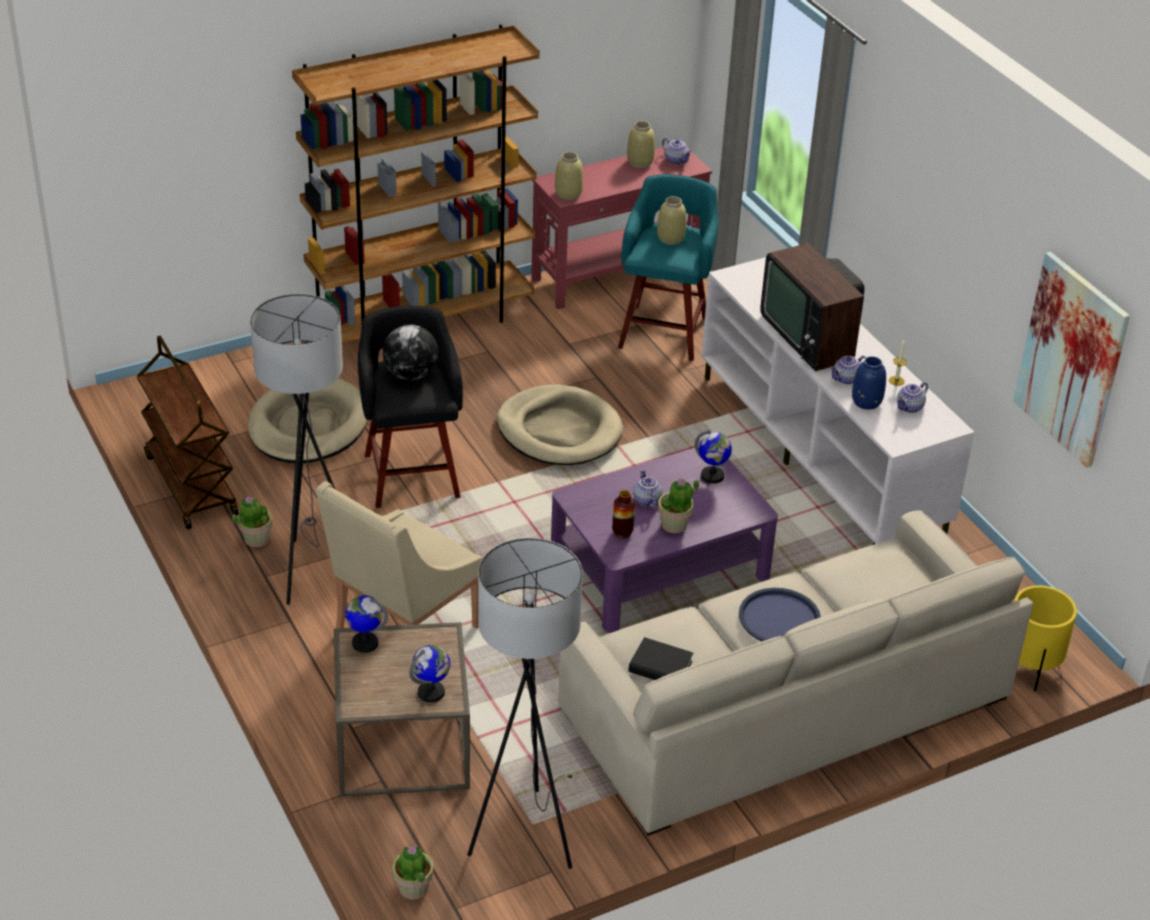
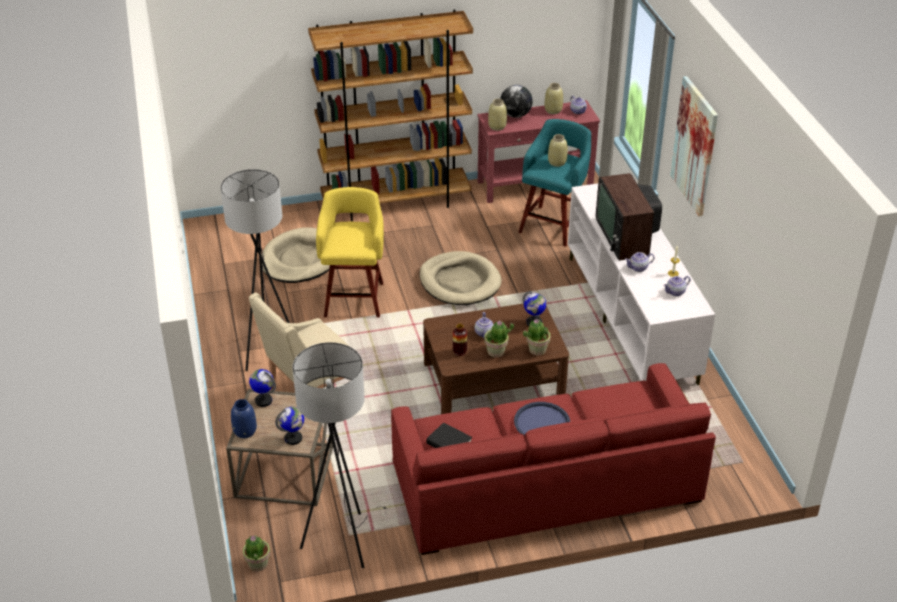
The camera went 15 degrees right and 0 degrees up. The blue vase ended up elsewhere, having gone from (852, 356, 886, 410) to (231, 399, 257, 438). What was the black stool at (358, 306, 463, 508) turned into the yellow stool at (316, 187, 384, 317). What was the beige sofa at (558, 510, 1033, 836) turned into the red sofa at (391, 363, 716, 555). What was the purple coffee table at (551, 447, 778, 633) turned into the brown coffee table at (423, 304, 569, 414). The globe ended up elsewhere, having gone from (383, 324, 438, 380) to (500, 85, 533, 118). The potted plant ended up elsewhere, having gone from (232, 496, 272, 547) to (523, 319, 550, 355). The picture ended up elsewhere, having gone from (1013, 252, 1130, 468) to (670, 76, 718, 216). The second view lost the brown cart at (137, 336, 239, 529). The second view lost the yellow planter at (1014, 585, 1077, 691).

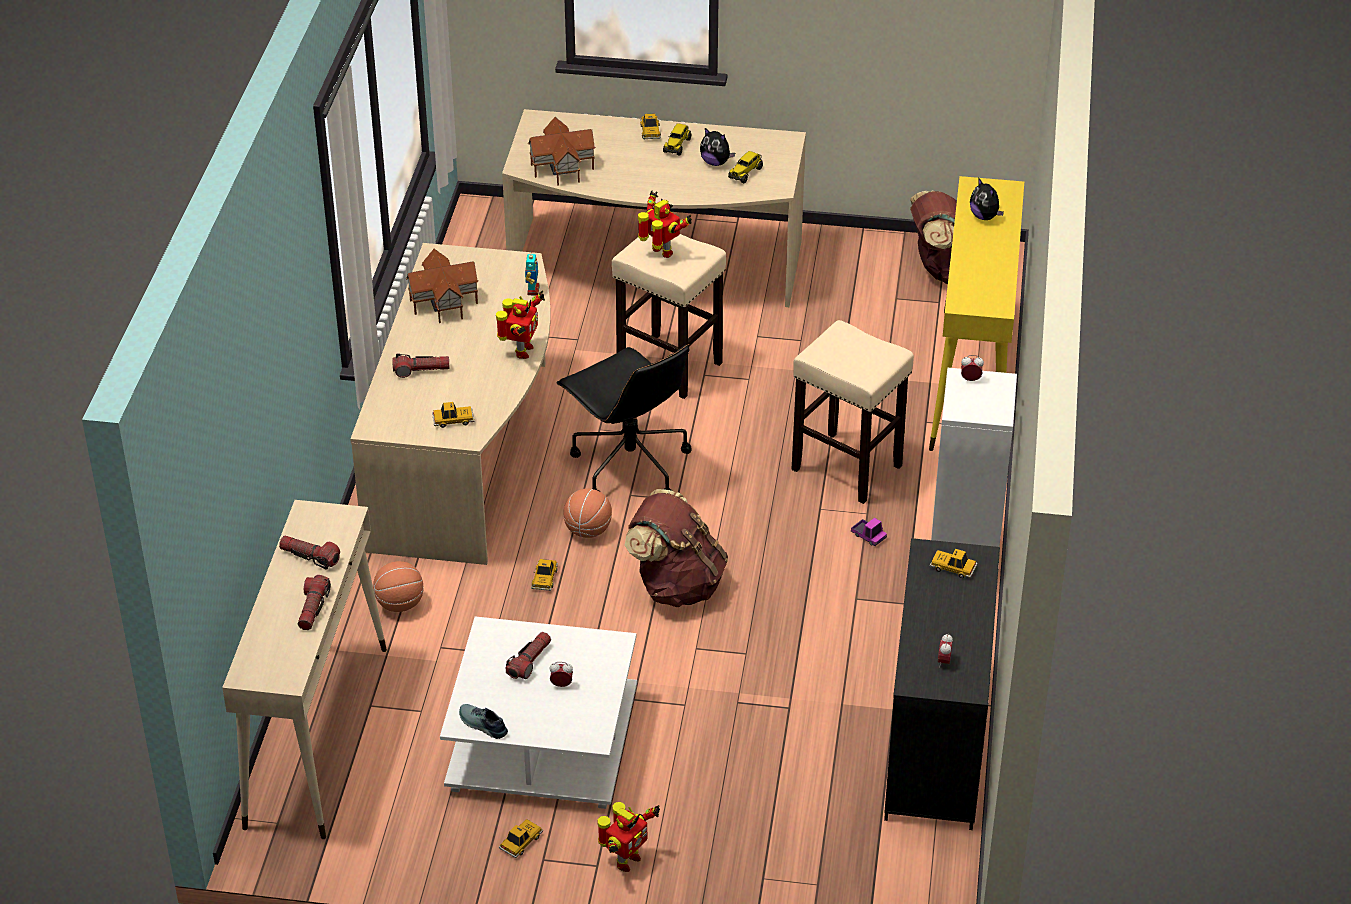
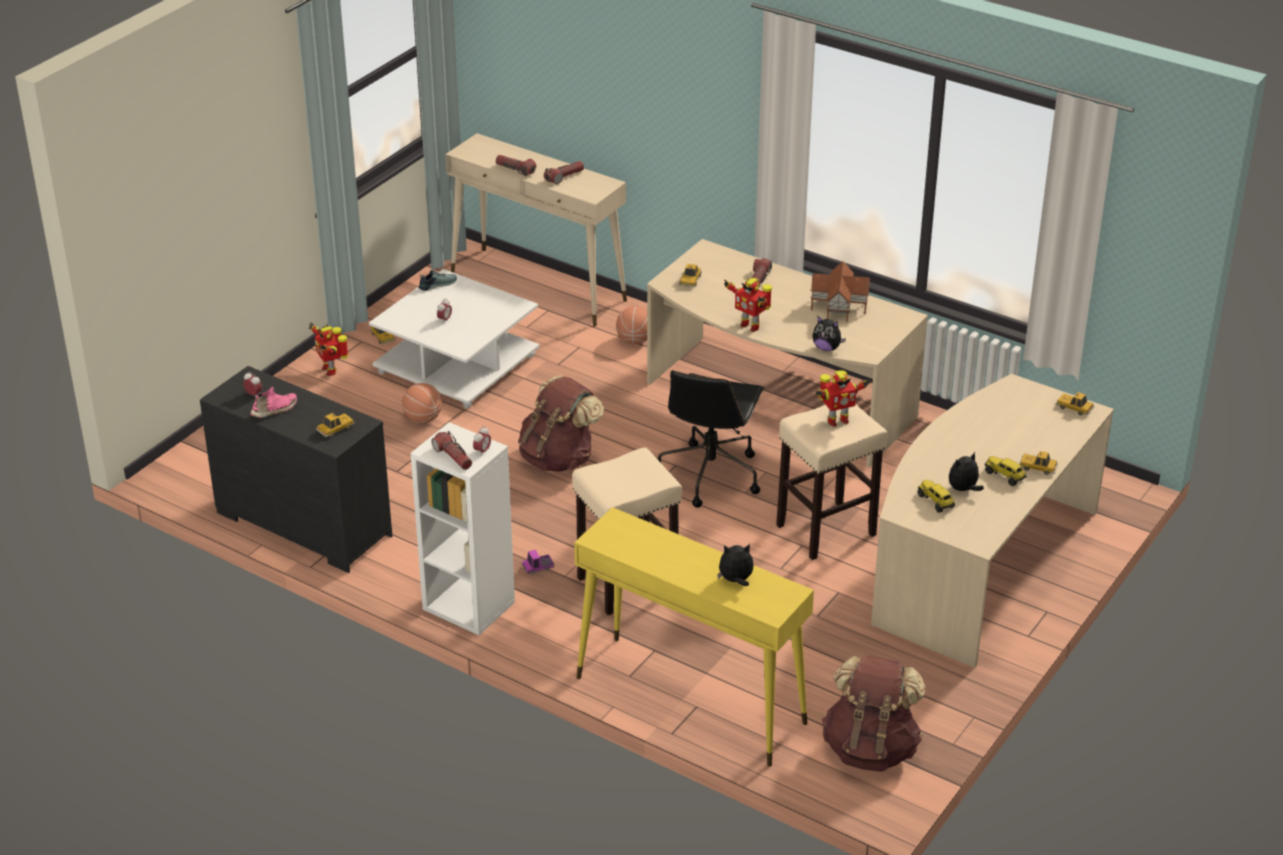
The camera went 115 degrees right and 5 degrees down. The second view gained the pink shoe at (250, 386, 297, 418). The basketball ended up elsewhere, having gone from (563, 489, 612, 538) to (402, 383, 442, 423). The flashlight ended up elsewhere, having gone from (506, 632, 551, 679) to (432, 431, 472, 470). The black office chair at (557, 344, 692, 491) ended up facing another way, 60 degrees counterclockwise from before. Where the toy robot stood at (525, 252, 540, 296), the plush toy came to stand at (812, 316, 846, 351). The toy car ended up elsewhere, having gone from (531, 559, 558, 591) to (1056, 392, 1095, 416). The second view lost the toy house at (528, 117, 596, 186).

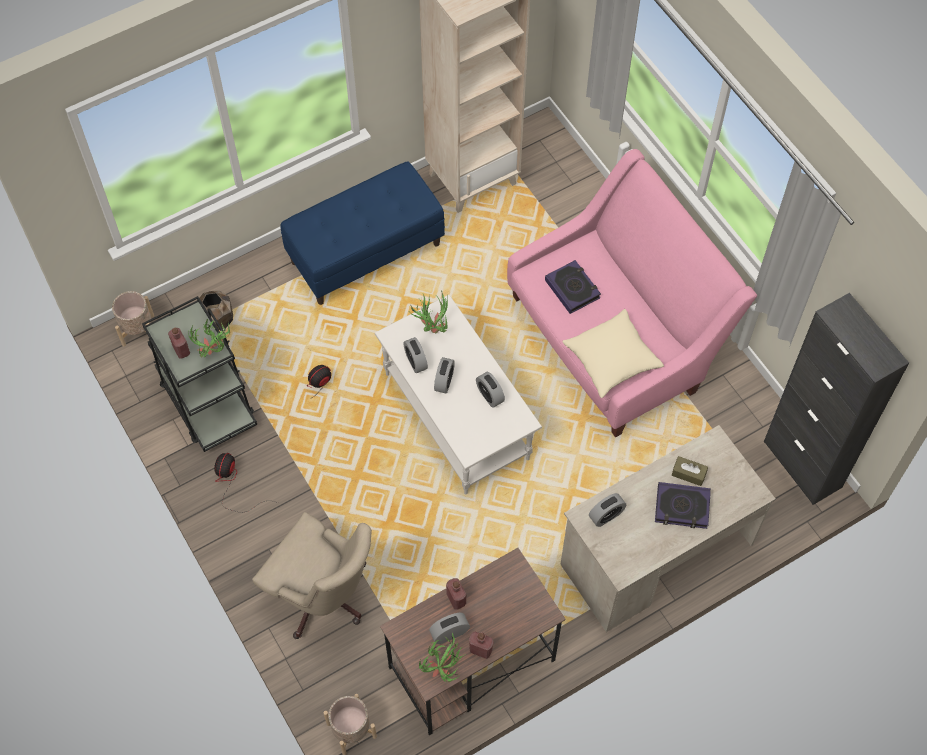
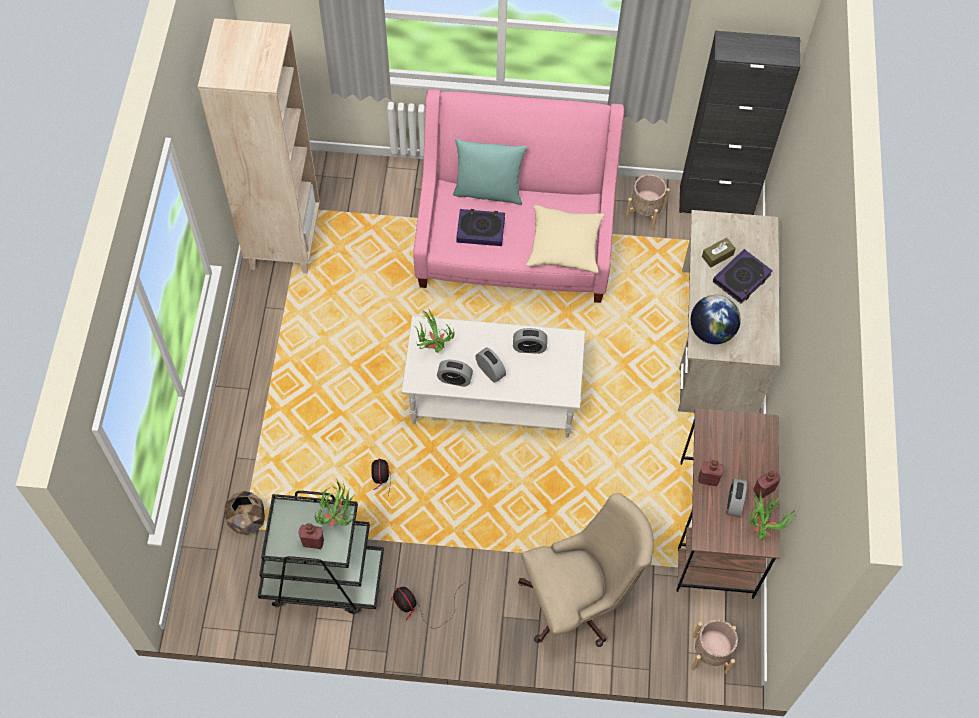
The camera went 55 degrees left and 0 degrees up. The second view gained the turquoise pillow at (453, 139, 527, 205). The beige planter ended up elsewhere, having gone from (112, 291, 154, 347) to (625, 174, 670, 231). Where the alarm clock stood at (589, 493, 626, 527), the globe came to stand at (691, 295, 741, 344). The second view lost the blue bench at (280, 161, 445, 305).

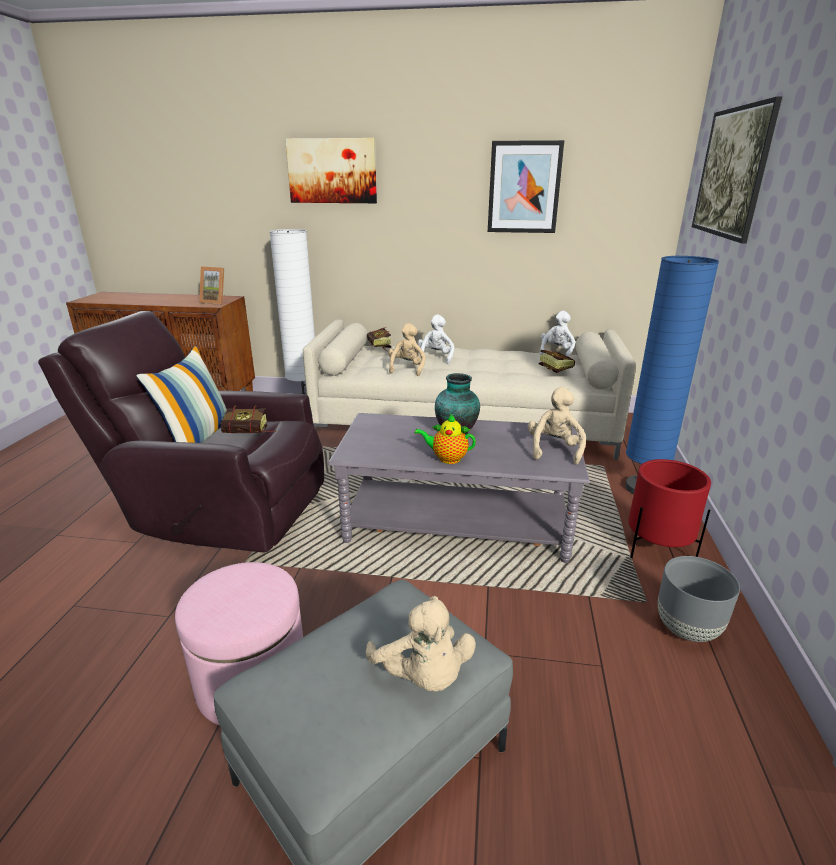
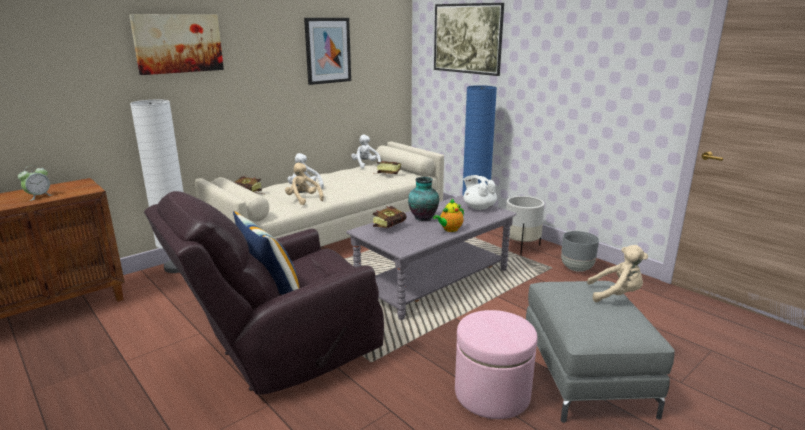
The camera went 50 degrees left and 5 degrees down. The second view gained the alarm clock at (18, 165, 52, 201). The book ended up elsewhere, having gone from (220, 406, 277, 433) to (373, 206, 406, 228). Where the beige plush toy stood at (528, 387, 586, 465), the white teapot came to stand at (463, 175, 497, 210). What was the red planter at (628, 459, 711, 559) turned into the white planter at (506, 196, 545, 256). The second view lost the picture frame at (199, 267, 224, 305).

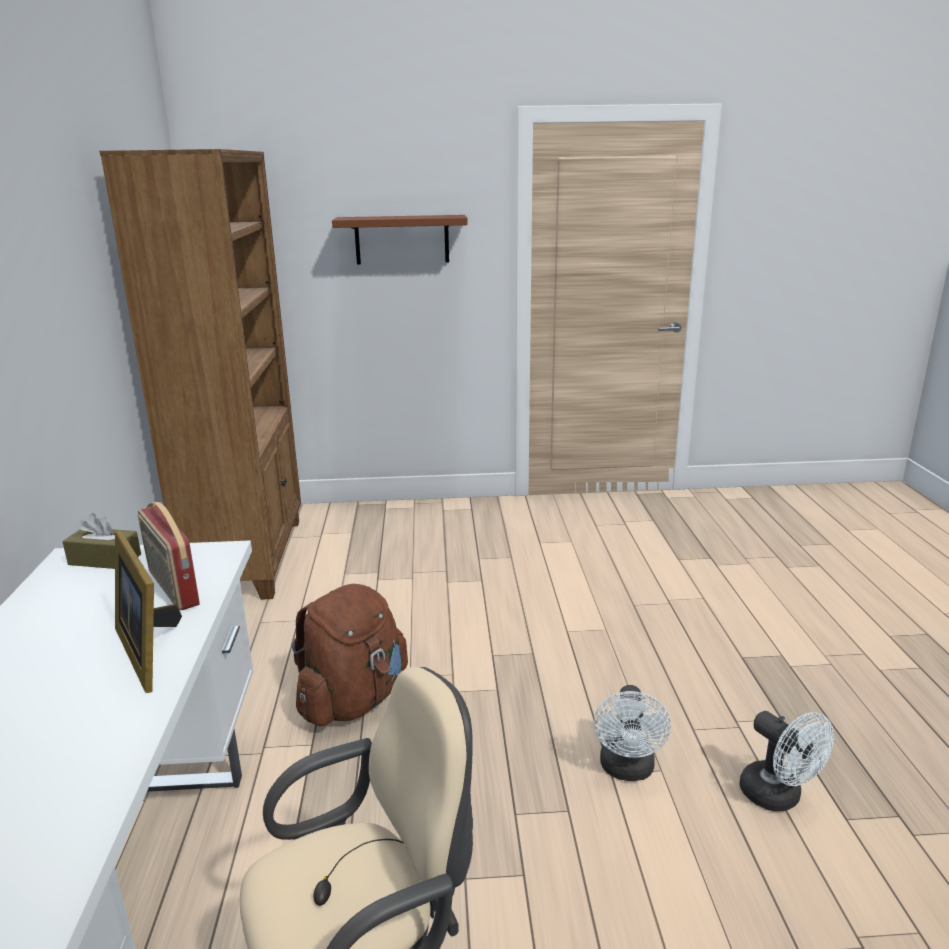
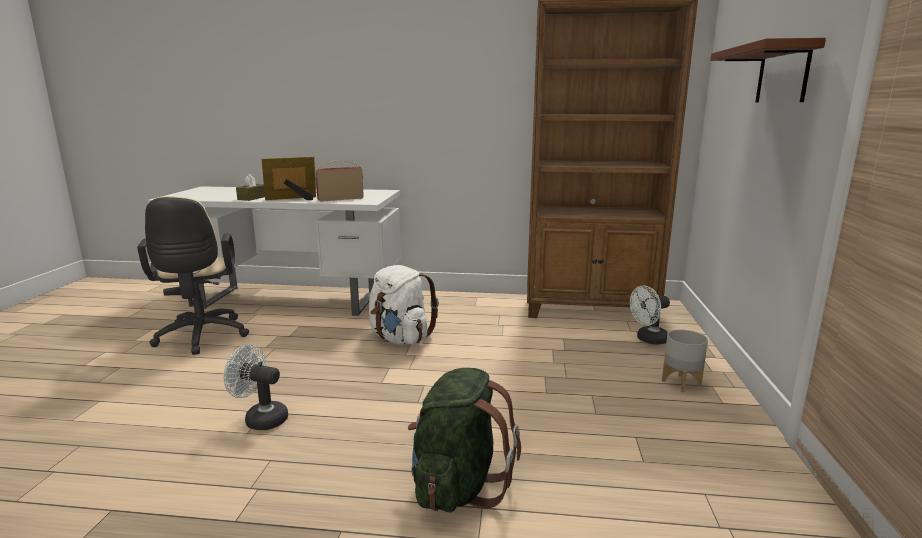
The camera went 100 degrees right and 5 degrees down. The brown tissue box ended up elsewhere, having gone from (62, 513, 141, 569) to (236, 174, 265, 201). What was the brown backpack at (292, 584, 408, 726) turned into the white backpack at (369, 265, 439, 345). The second view gained the green backpack at (408, 368, 521, 512). The white fan ended up elsewhere, having gone from (739, 711, 834, 811) to (630, 285, 670, 345). The second view gained the grey planter at (662, 329, 708, 393).

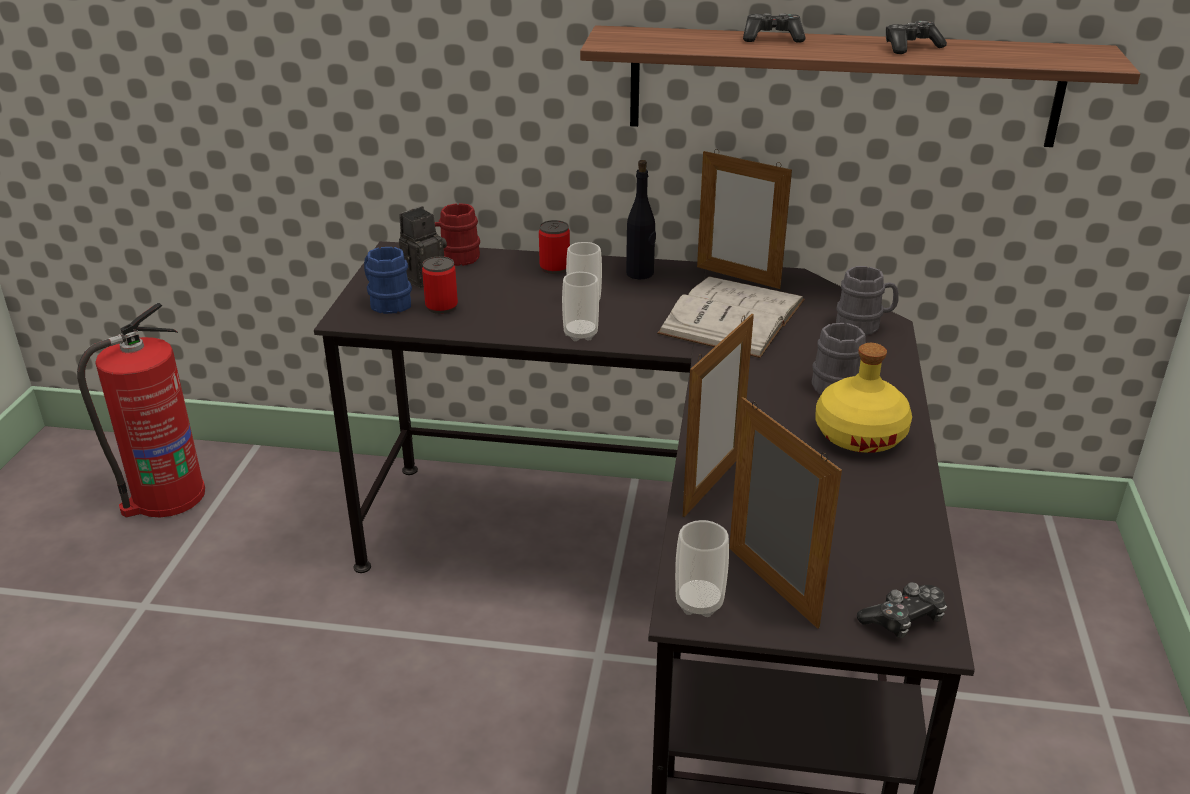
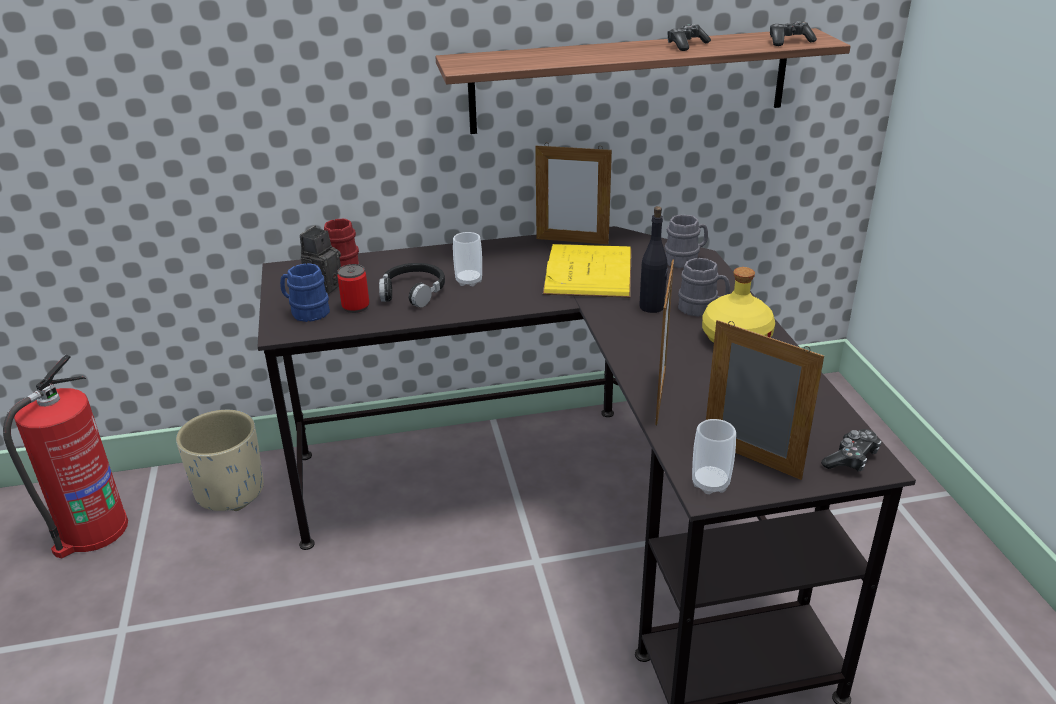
The camera went 20 degrees left and 0 degrees up. The second view gained the beige planter at (176, 410, 264, 511). The second view gained the black headphones at (379, 263, 445, 308). What was the white book at (657, 276, 805, 358) turned into the yellow book at (543, 244, 632, 298). The black bottle ended up elsewhere, having gone from (626, 160, 656, 279) to (639, 206, 668, 313). The game controller ended up elsewhere, having gone from (743, 13, 806, 42) to (770, 21, 817, 46). The second view lost the can at (539, 220, 570, 274). The second view lost the cup at (562, 272, 599, 341).

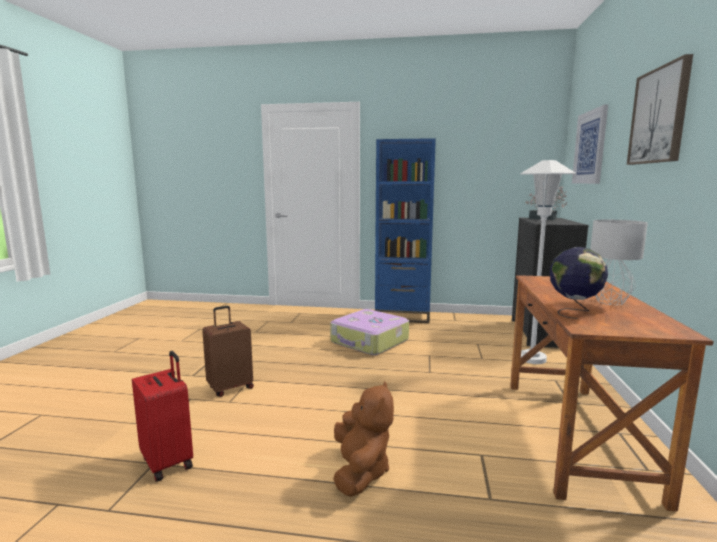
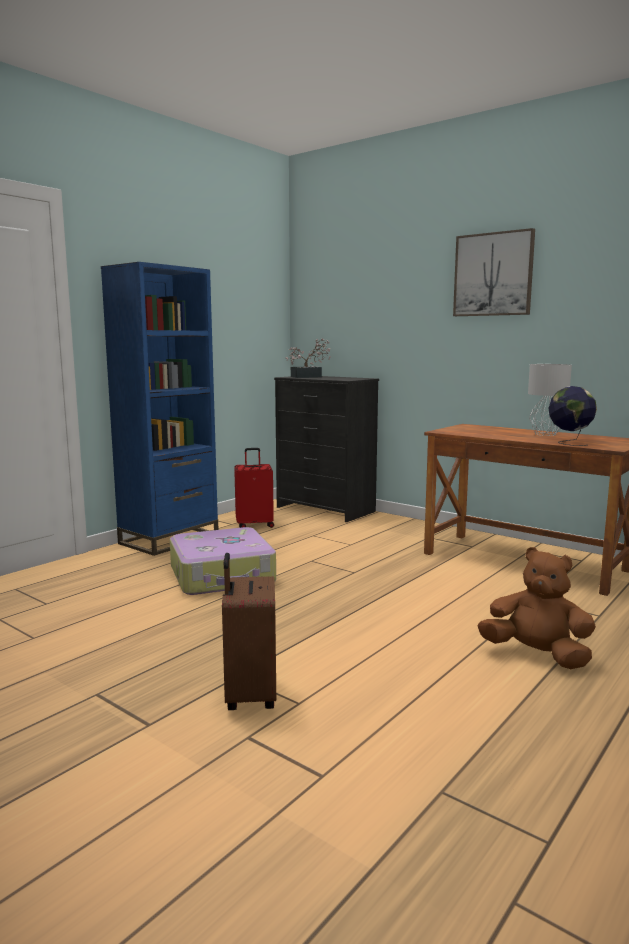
The camera went 60 degrees left and 0 degrees up. The red suitcase ended up elsewhere, having gone from (132, 351, 193, 482) to (234, 448, 274, 528). The second view lost the white floor lamp at (520, 160, 576, 364). The second view lost the picture at (572, 105, 608, 184).

